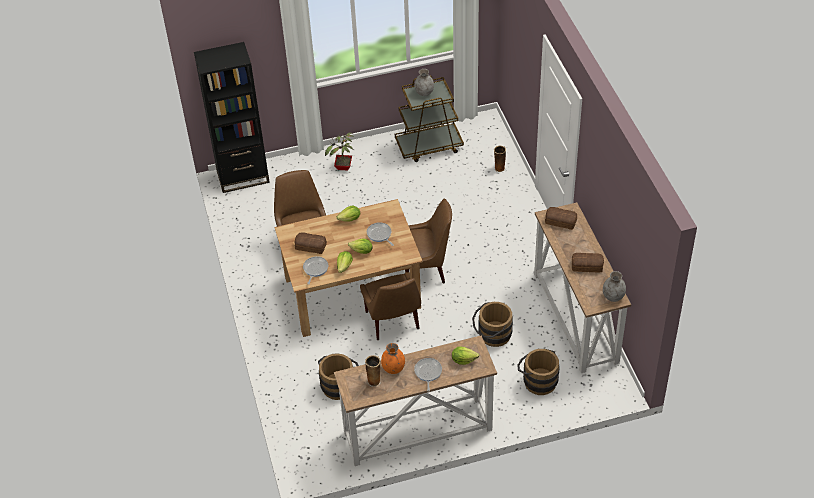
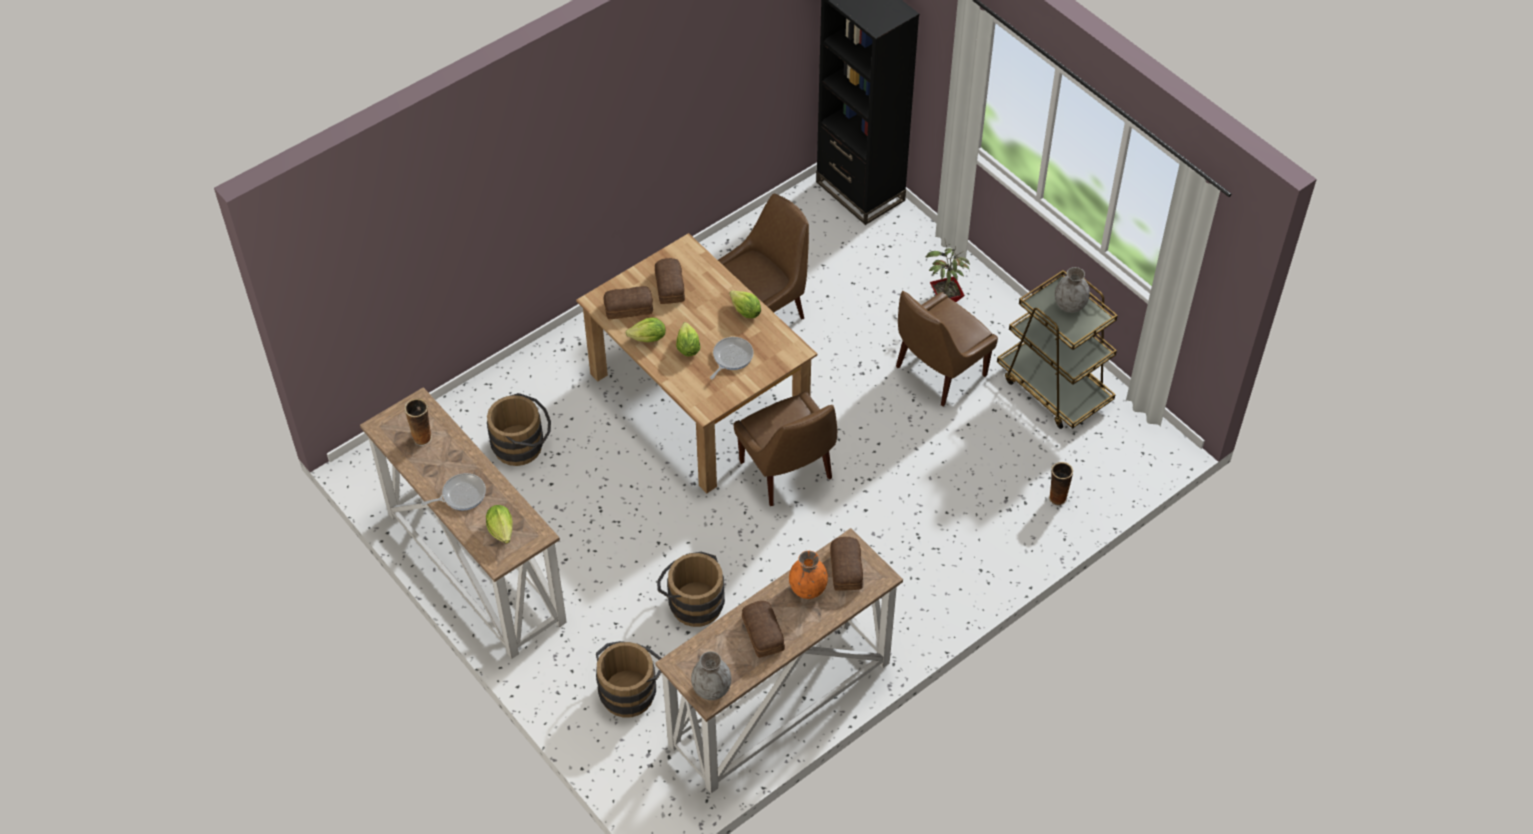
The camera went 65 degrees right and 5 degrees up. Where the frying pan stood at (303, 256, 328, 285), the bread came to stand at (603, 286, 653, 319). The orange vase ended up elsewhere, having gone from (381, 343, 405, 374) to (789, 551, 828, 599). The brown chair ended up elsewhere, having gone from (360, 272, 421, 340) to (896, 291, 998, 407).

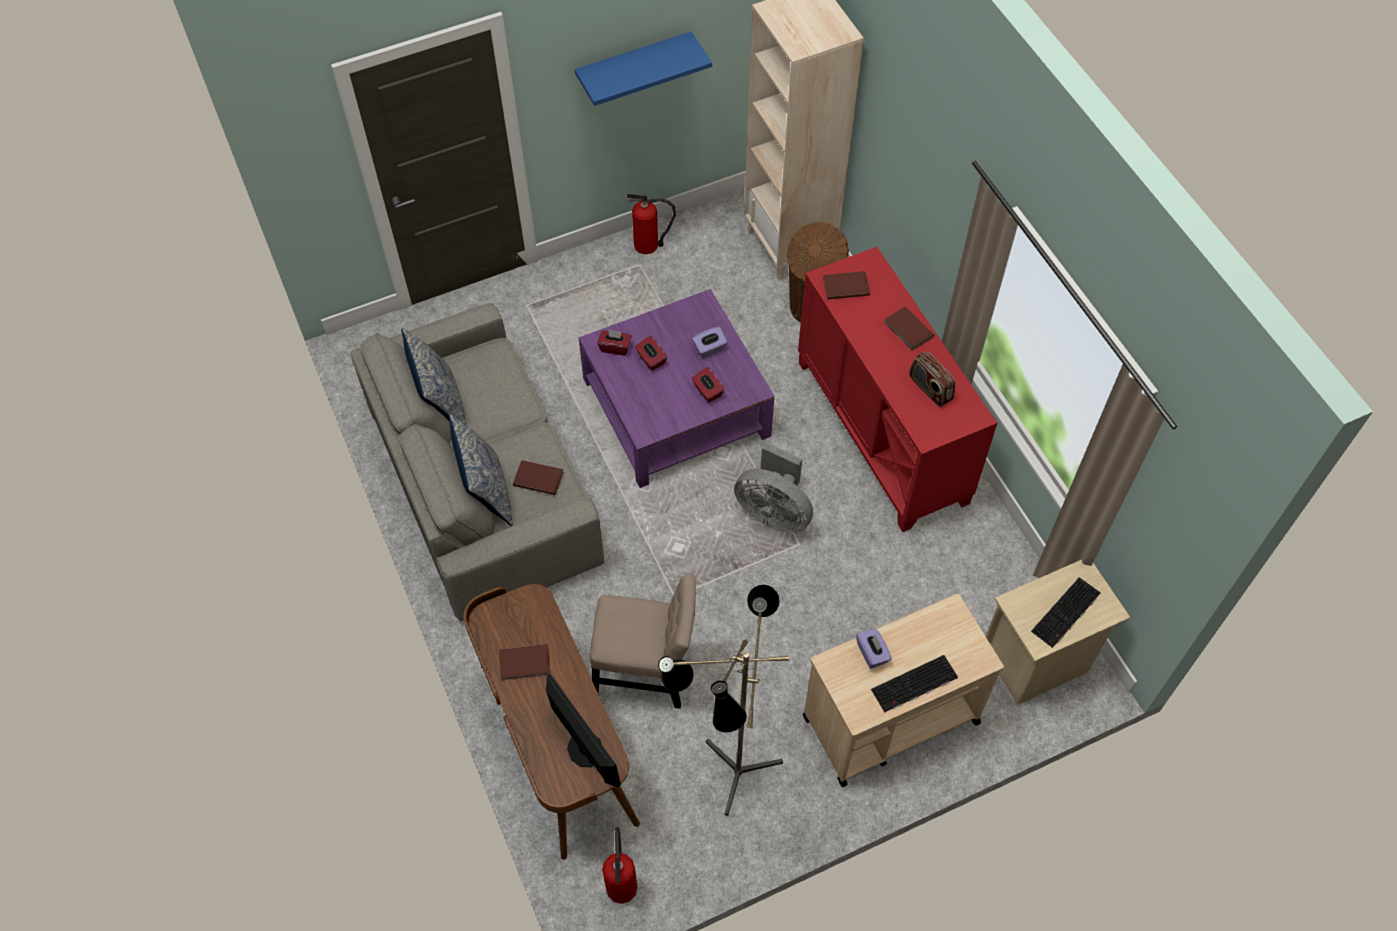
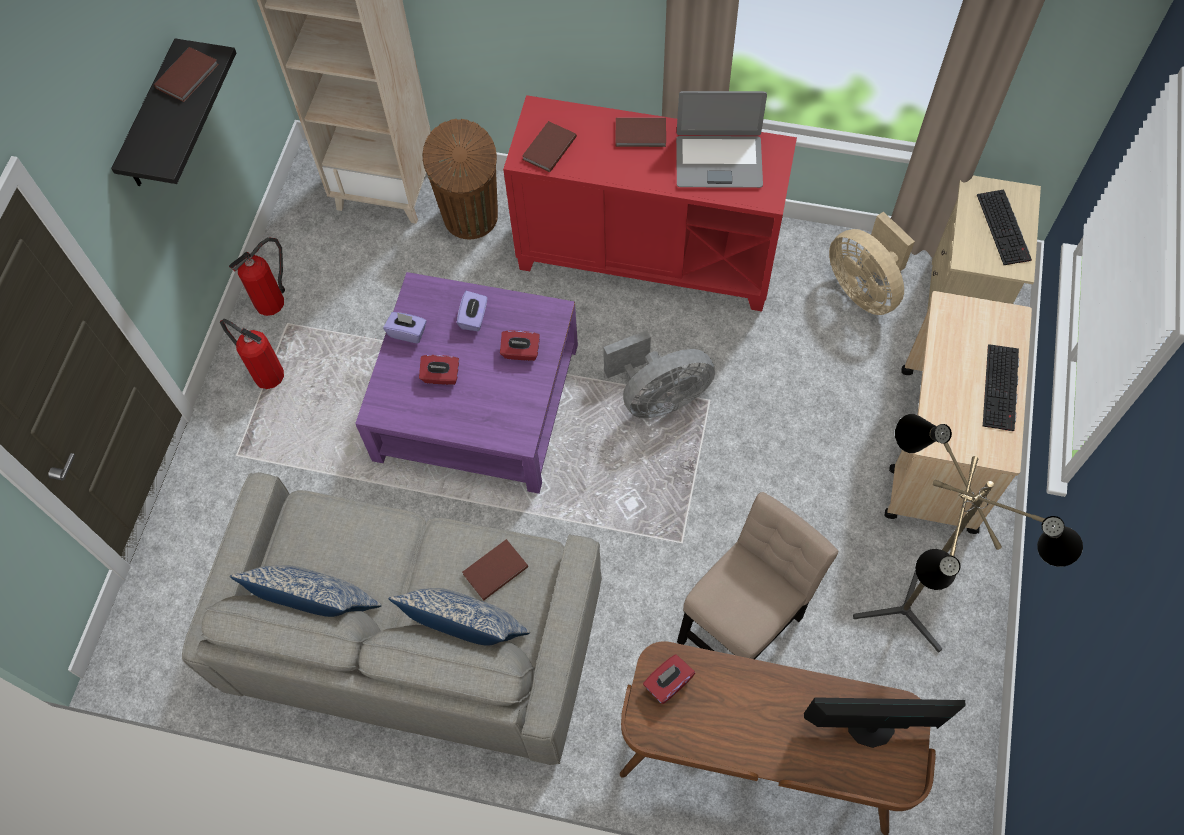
The camera went 50 degrees left and 5 degrees up. What was the blue shelf at (575, 31, 712, 106) turned into the black shelf at (111, 38, 236, 186). The brown book ended up elsewhere, having gone from (499, 644, 550, 680) to (154, 47, 219, 102). The fire extinguisher ended up elsewhere, having gone from (602, 827, 637, 904) to (220, 319, 284, 389). The purple tissue box ended up elsewhere, having gone from (856, 629, 892, 669) to (383, 312, 427, 344). The red tissue box ended up elsewhere, having gone from (597, 329, 632, 355) to (643, 654, 695, 704). Where the radio stood at (909, 352, 956, 407), the laptop came to stand at (676, 91, 767, 188). The second view gained the beige fan at (829, 212, 915, 315).

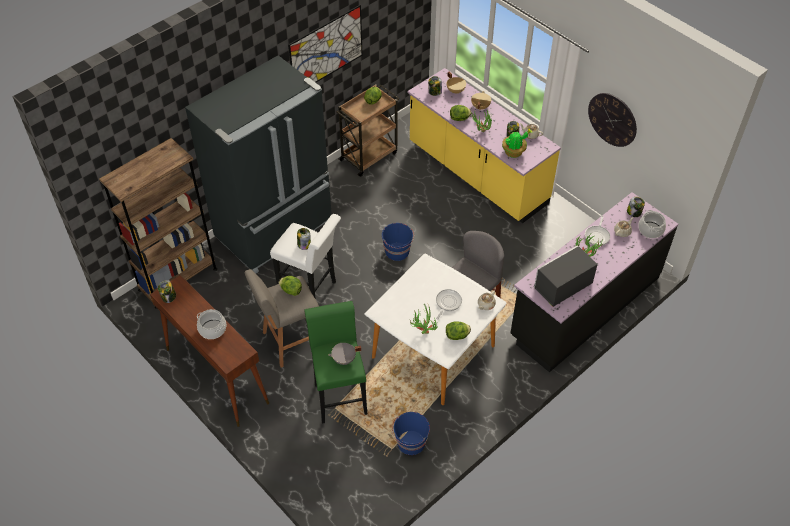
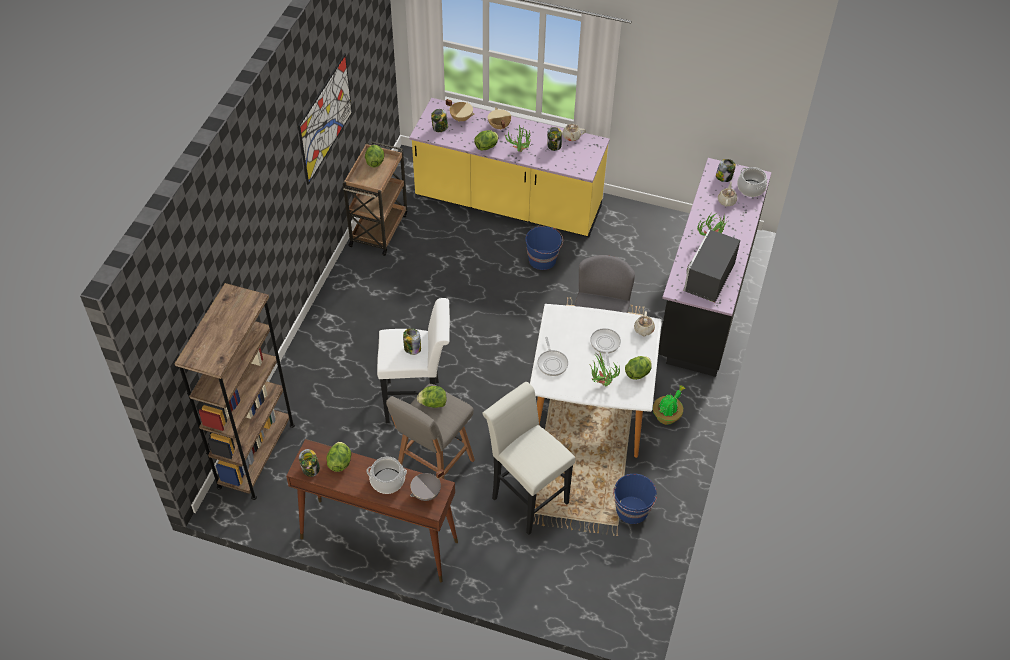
The camera went 30 degrees left and 0 degrees up. The second view gained the lettuce at (327, 442, 351, 472). The grey cooking pot ended up elsewhere, having gone from (328, 343, 361, 365) to (410, 469, 444, 501). What was the green stool at (304, 301, 368, 424) turned into the white stool at (482, 382, 575, 535). The blue bucket ended up elsewhere, having gone from (382, 223, 414, 261) to (525, 226, 563, 270). The frying pan ended up elsewhere, having gone from (585, 216, 610, 246) to (537, 337, 568, 376). The potted plant ended up elsewhere, having gone from (502, 128, 533, 158) to (653, 385, 685, 425). The second view lost the black fridge at (185, 55, 332, 273). The second view lost the wall clock at (588, 93, 637, 147).

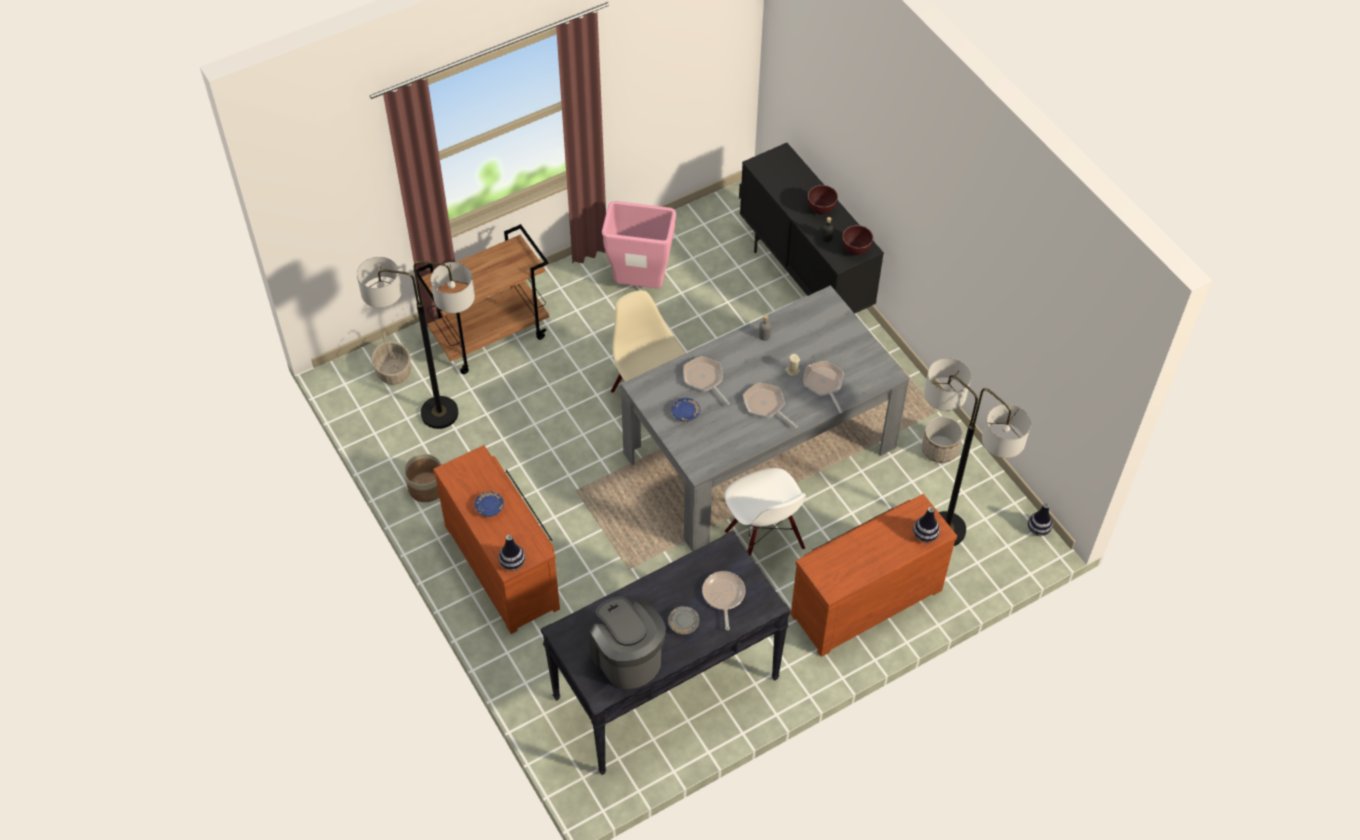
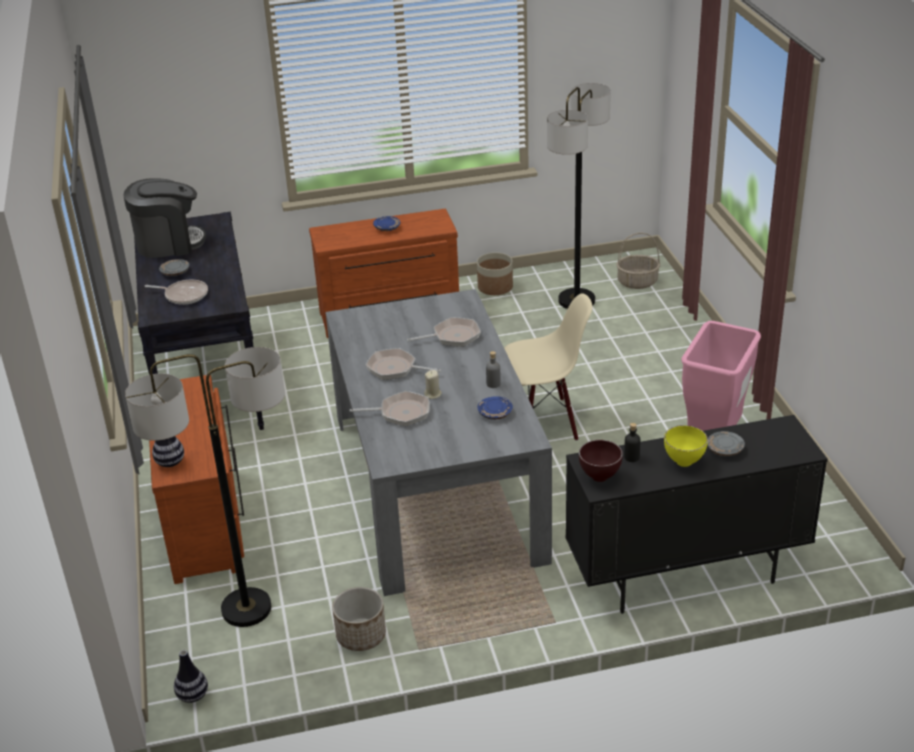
The camera went 110 degrees right and 20 degrees down. The frying pan at (743, 382, 798, 428) ended up facing another way, 135 degrees counterclockwise from before. The blue plate ended up elsewhere, having gone from (671, 398, 700, 422) to (478, 396, 513, 420). What was the brown bowl at (808, 185, 838, 215) turned into the yellow bowl at (664, 425, 708, 467). The second view gained the grey plate at (707, 431, 745, 456). The second view lost the brown cart at (416, 224, 549, 374). The second view lost the vase at (499, 535, 525, 571). The second view lost the white chair at (724, 468, 806, 556).

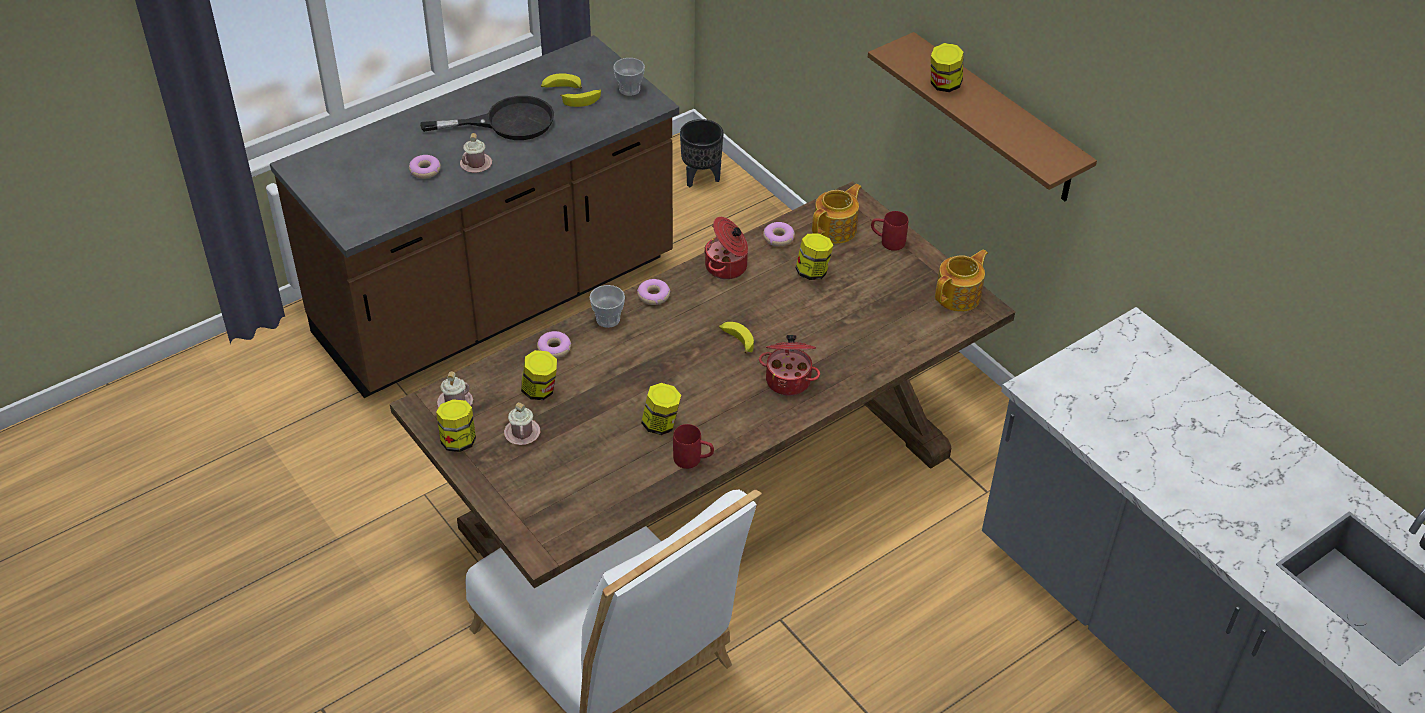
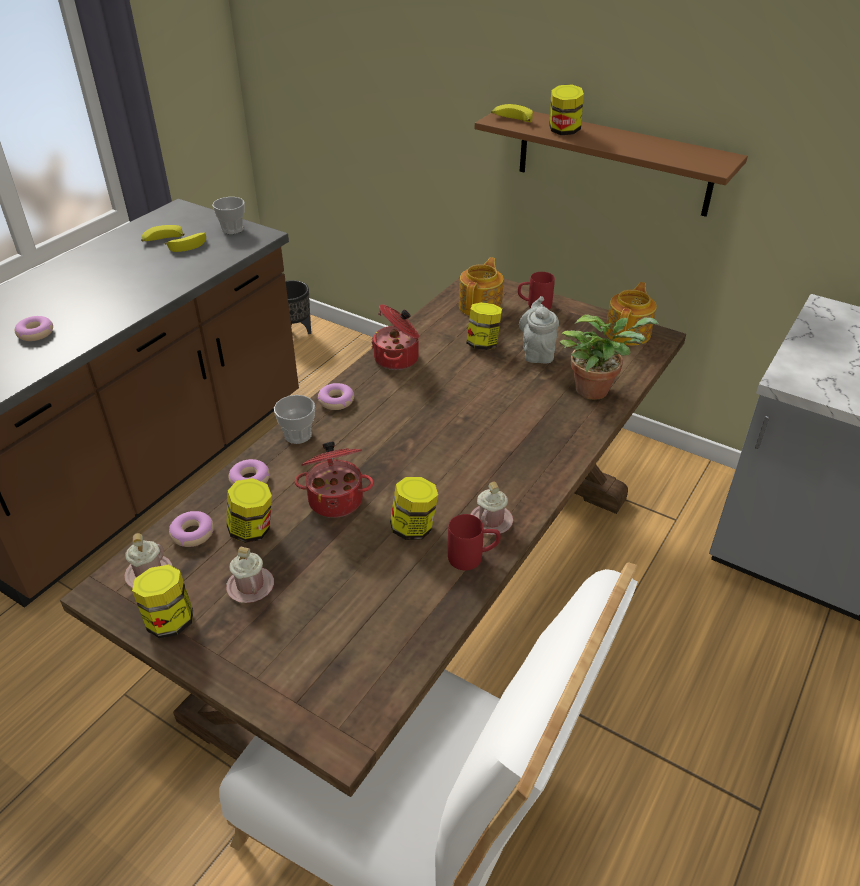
The camera went 20 degrees left and 5 degrees down. The donut ended up elsewhere, having gone from (763, 222, 795, 246) to (169, 511, 214, 547). The cooking pot ended up elsewhere, having gone from (759, 335, 820, 396) to (295, 441, 374, 518). The pink mug ended up elsewhere, having gone from (460, 133, 492, 173) to (470, 482, 513, 535). The banana ended up elsewhere, having gone from (719, 322, 754, 353) to (491, 104, 533, 122). The second view gained the grey teapot at (519, 296, 559, 364). The second view gained the potted plant at (559, 315, 659, 400). The second view lost the black frying pan at (420, 96, 554, 140).

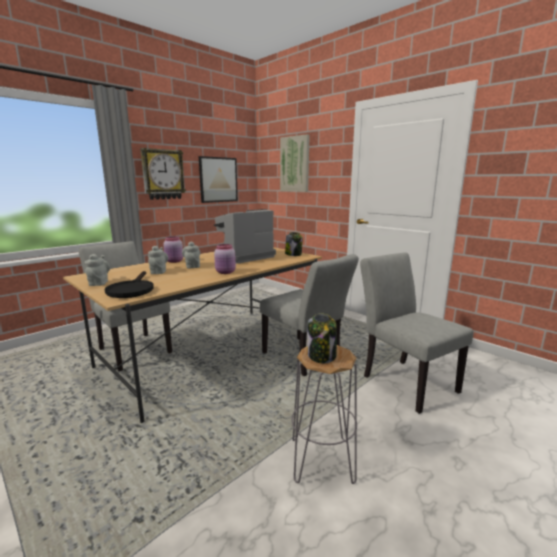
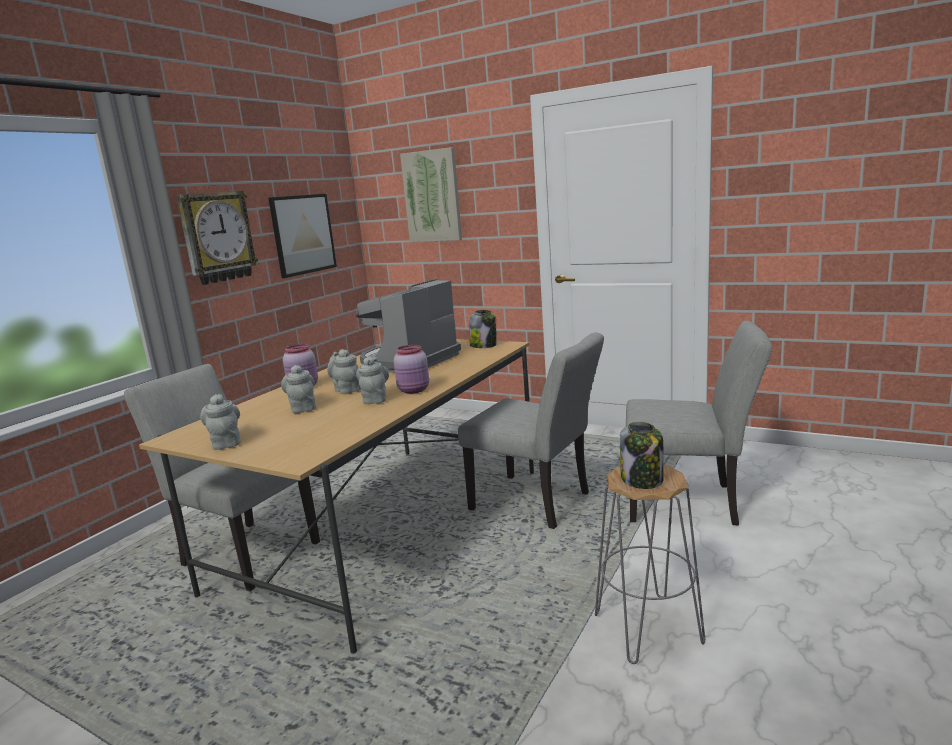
The camera went 15 degrees left and 0 degrees up. The second view gained the grey teapot at (356, 356, 389, 404). The grey chair at (360, 252, 473, 414) ended up facing another way, 150 degrees clockwise from before. The second view lost the black frying pan at (105, 271, 154, 298).

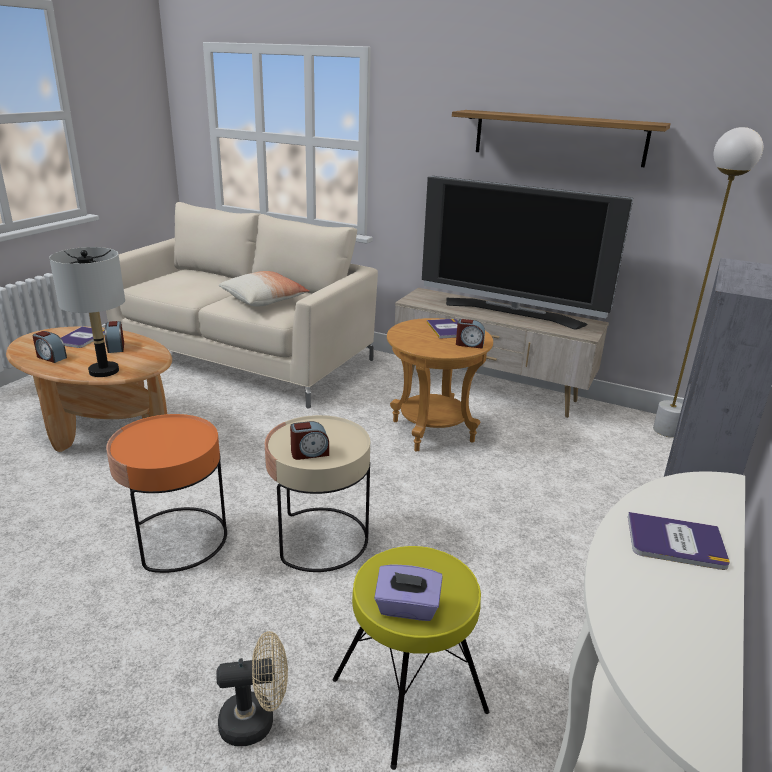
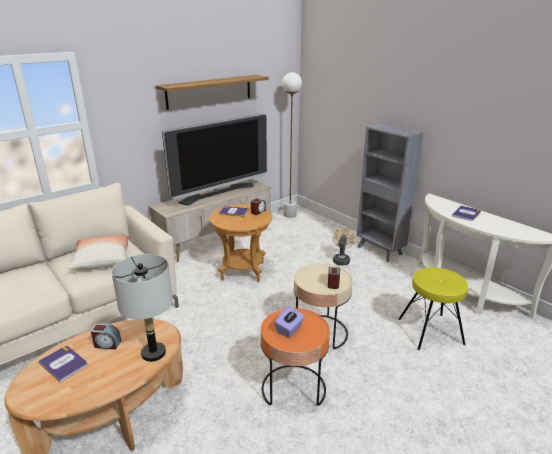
The camera went 65 degrees left and 0 degrees up. The purple tissue box ended up elsewhere, having gone from (374, 564, 443, 621) to (275, 307, 305, 338). The beige fan ended up elsewhere, having gone from (216, 631, 288, 746) to (333, 228, 355, 265). The second view lost the alarm clock at (32, 331, 67, 363).

